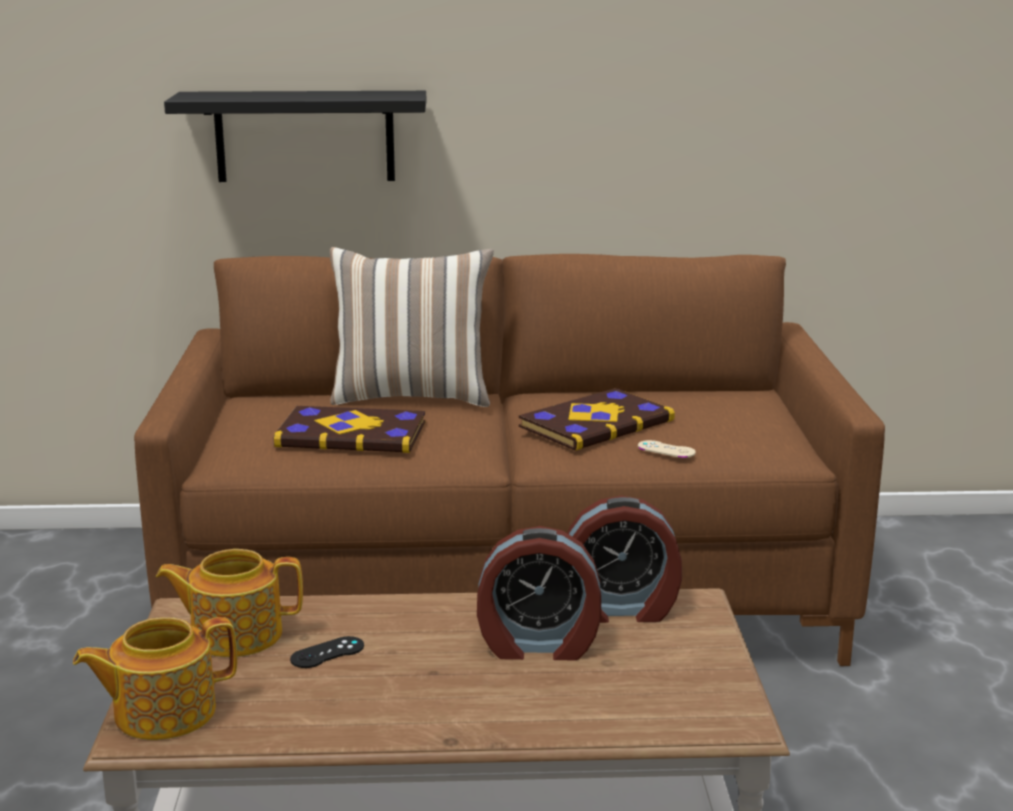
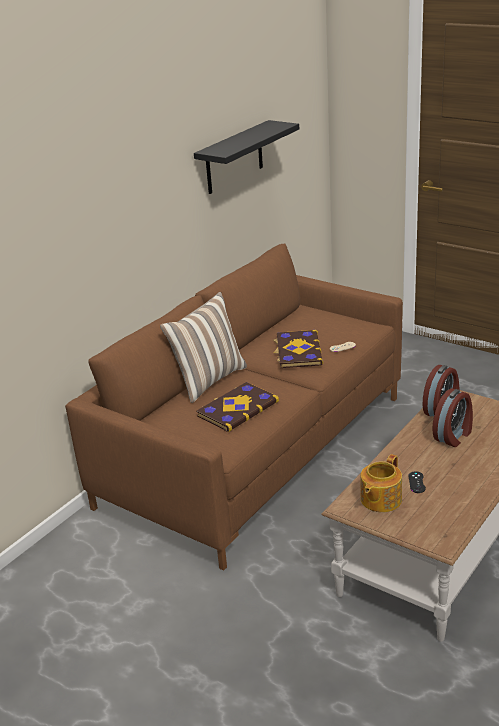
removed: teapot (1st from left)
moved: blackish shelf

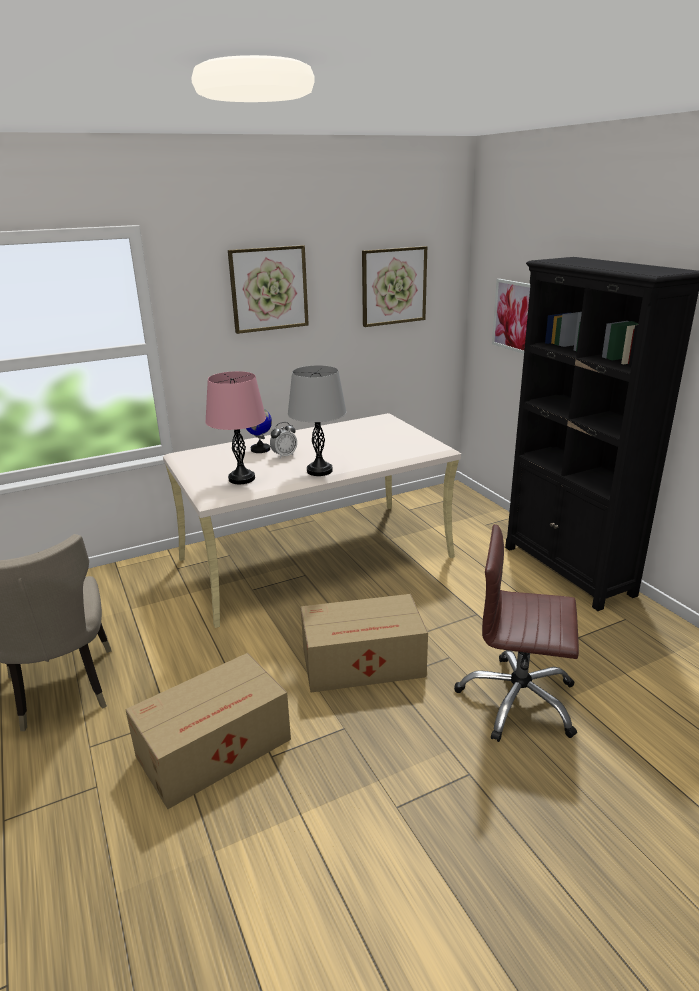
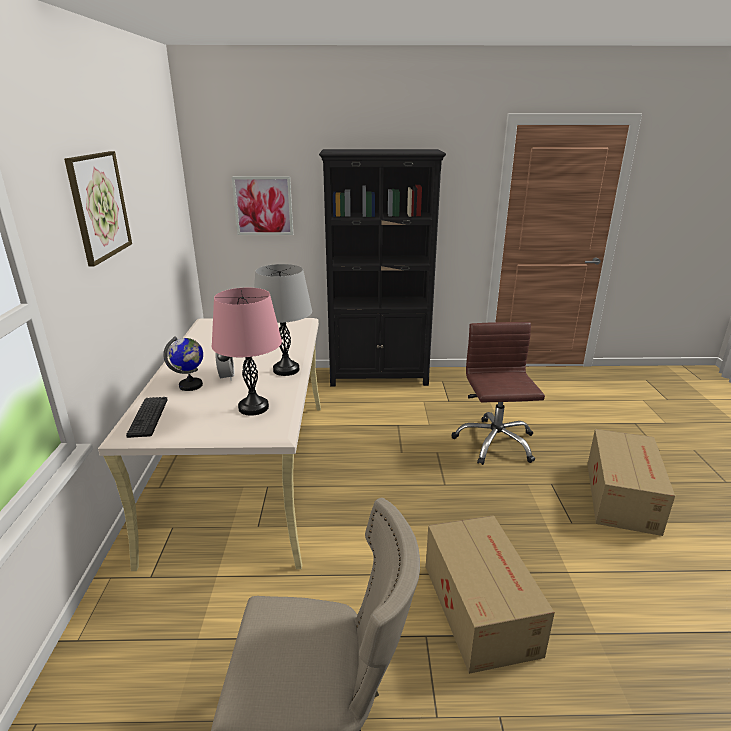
removed: wall picture (2nd from left)
added: PC keyboard
moved: carton (2nd from left)
turned: brown-coloured computer chair 135 degrees clockwise

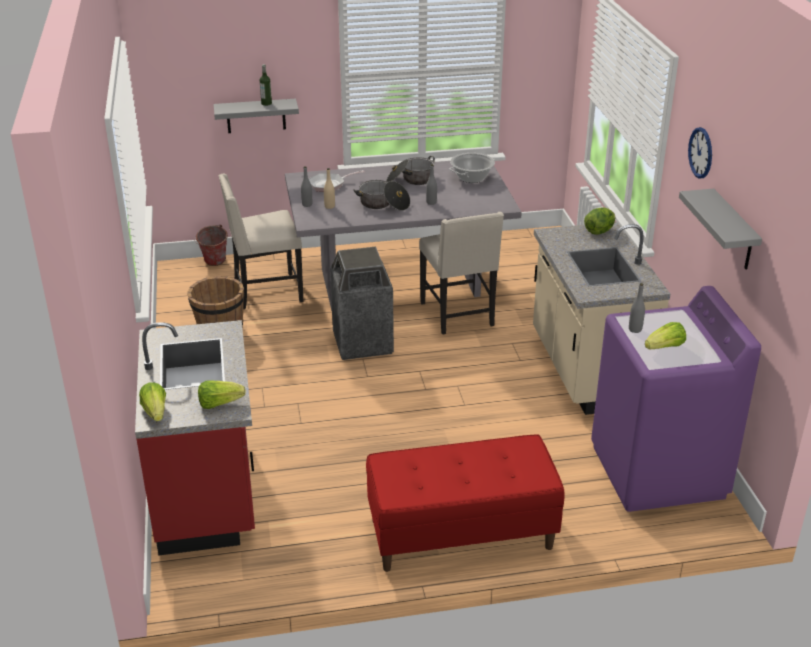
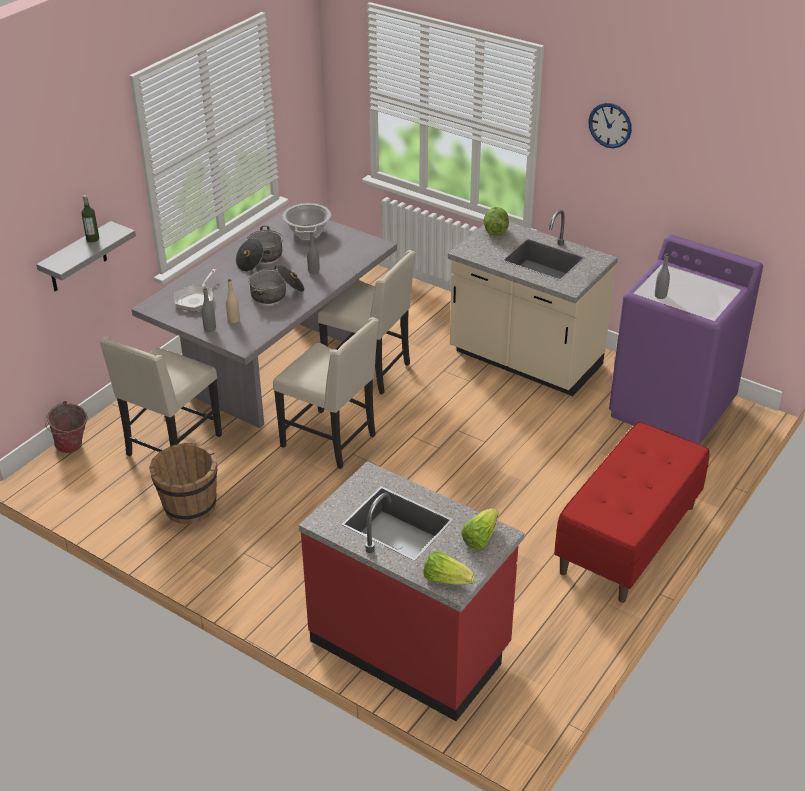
removed: lettuce (4th from left); grey shelf (2nd from left)
replaced: trash can to beige-coloured upright chair (2nd from left)

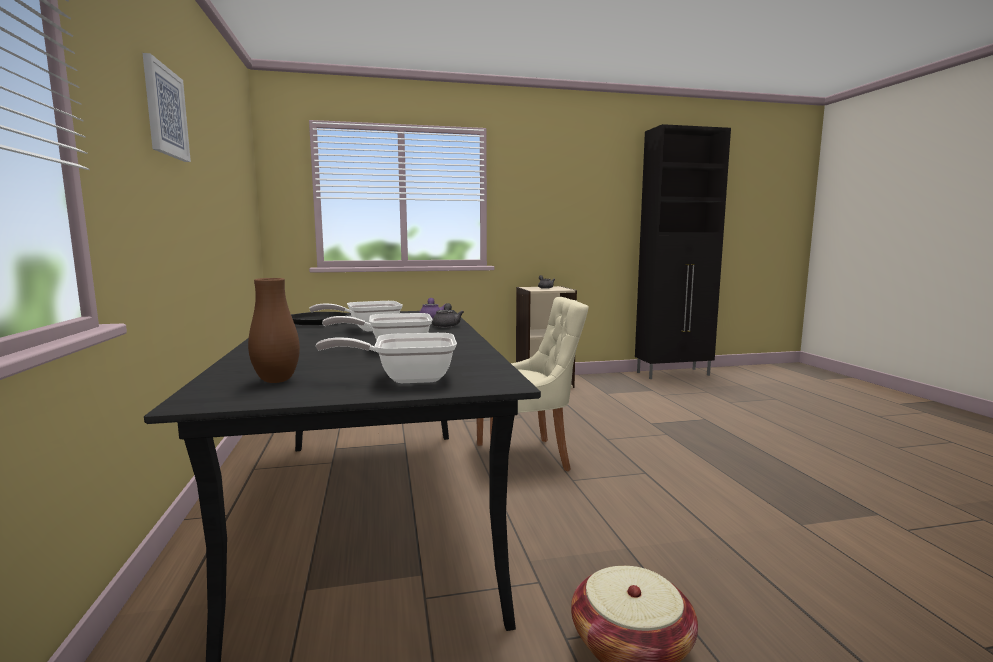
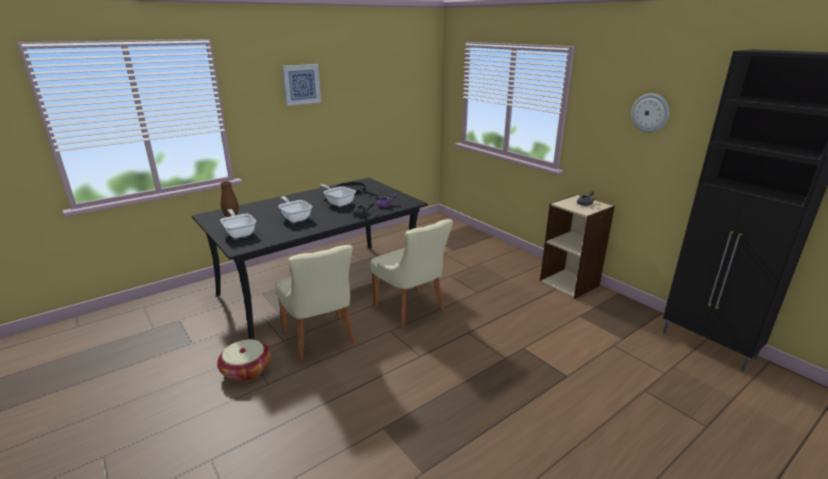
added: beige-coloured upright chair (1st from left); wall clock

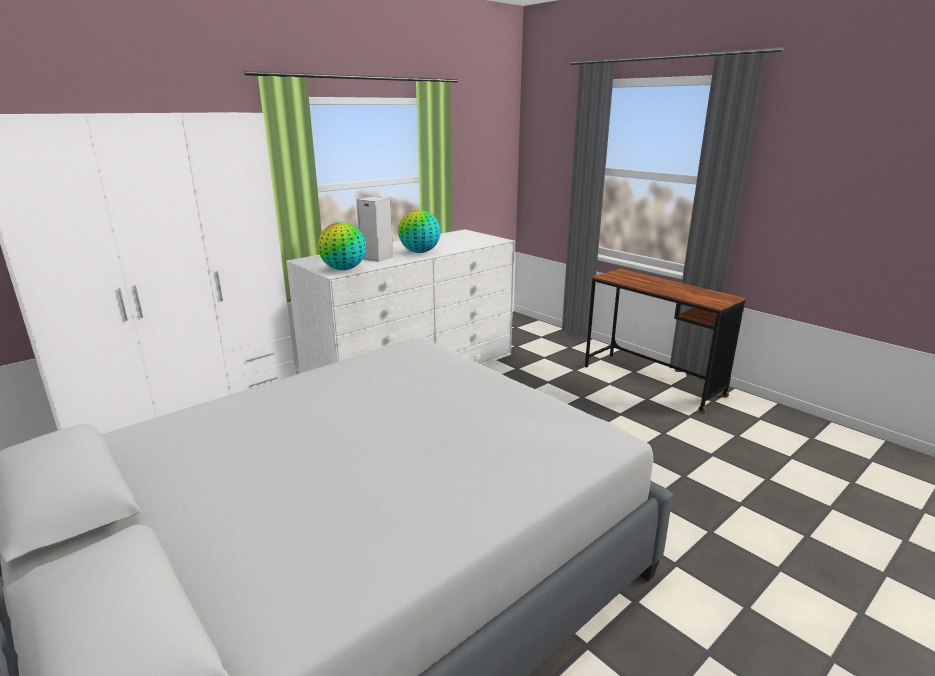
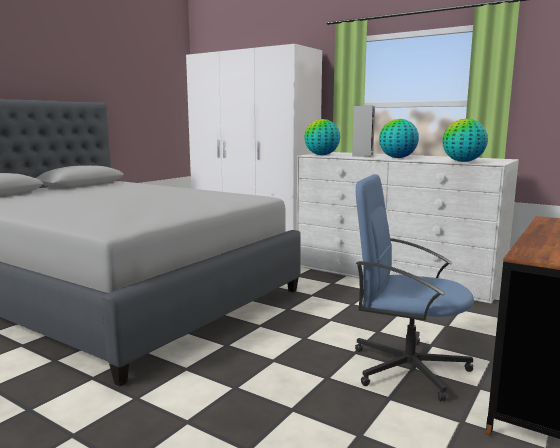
added: blue-coloured computer chair; globe (3rd from left)

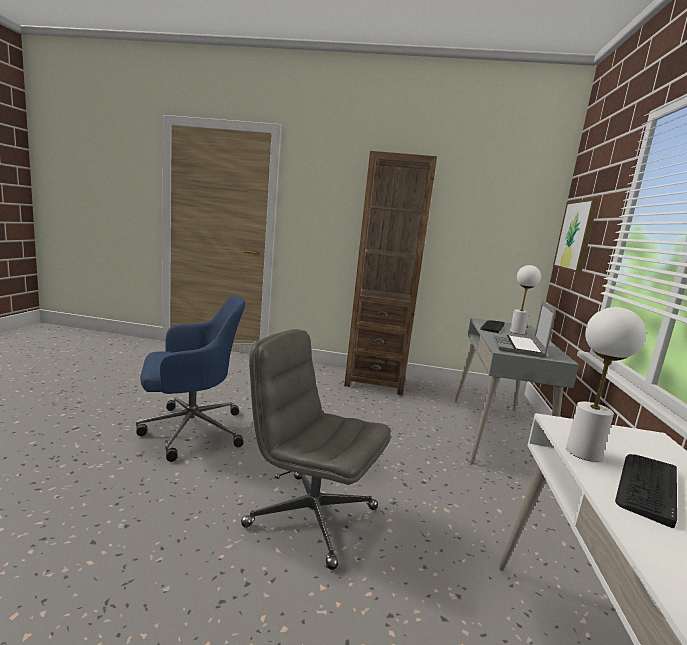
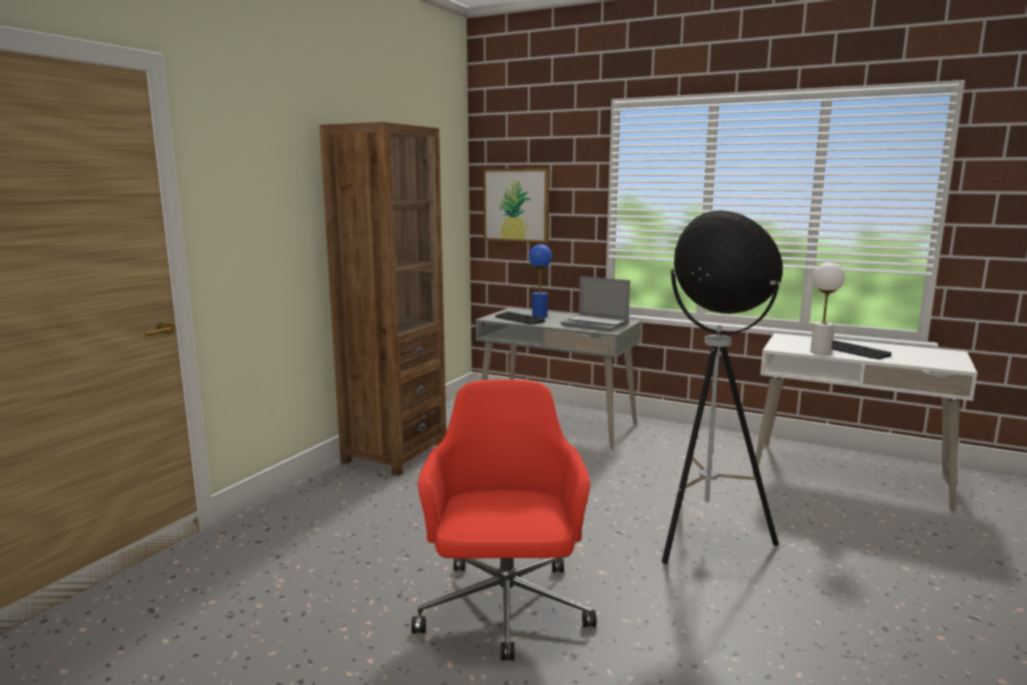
replaced: grey computer chair to standard lamp
recoloured: blue-coloured computer chair to reddish computer chair; whitish tabletop lamp (1st from left) to blue-coloured tabletop lamp

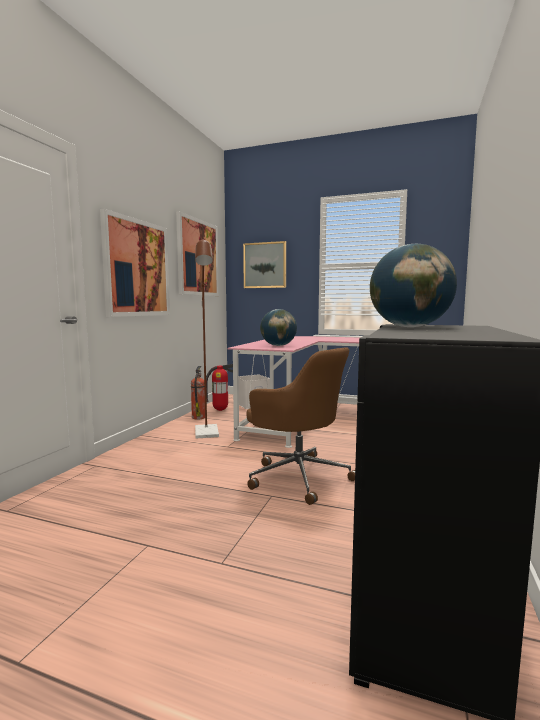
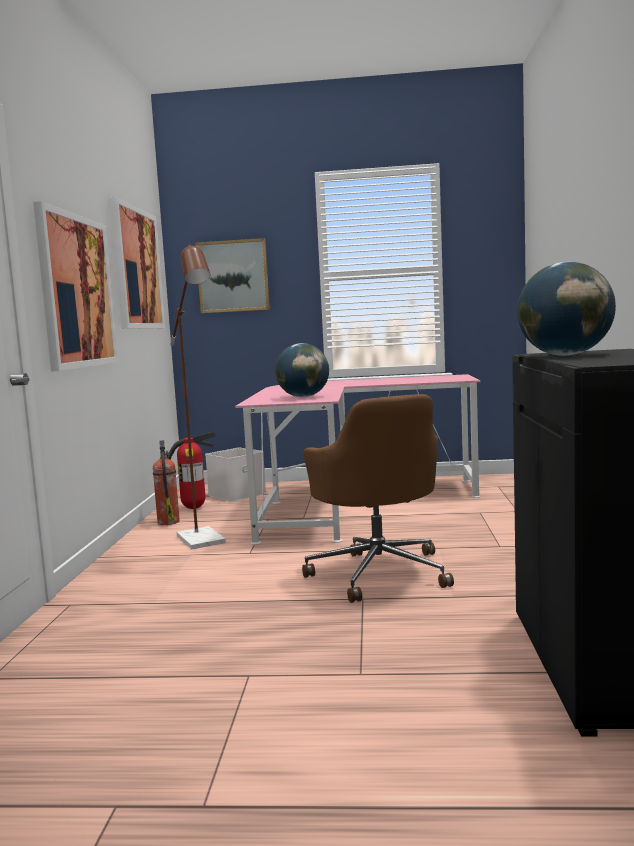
turned: brown-coloured computer chair 45 degrees clockwise

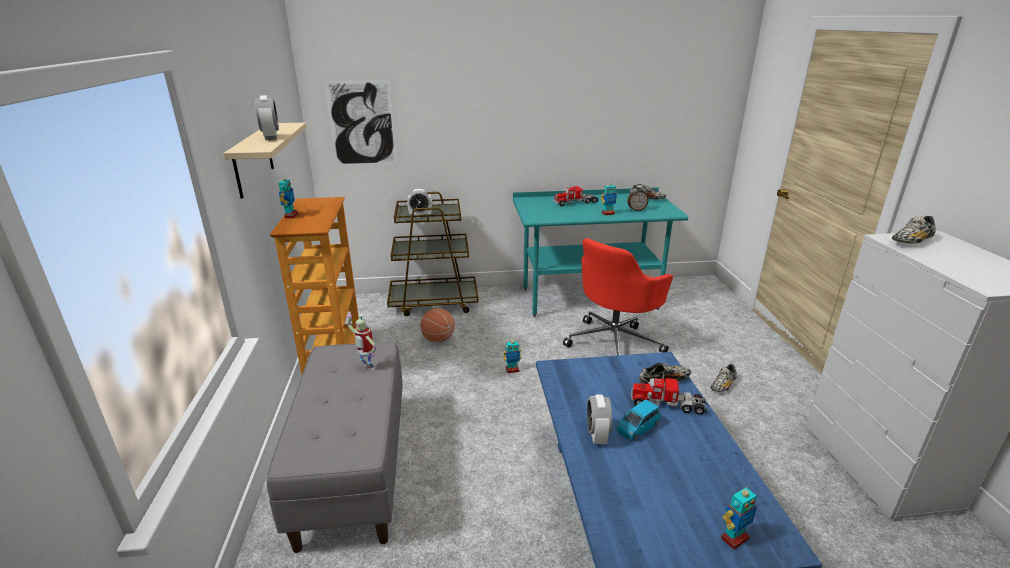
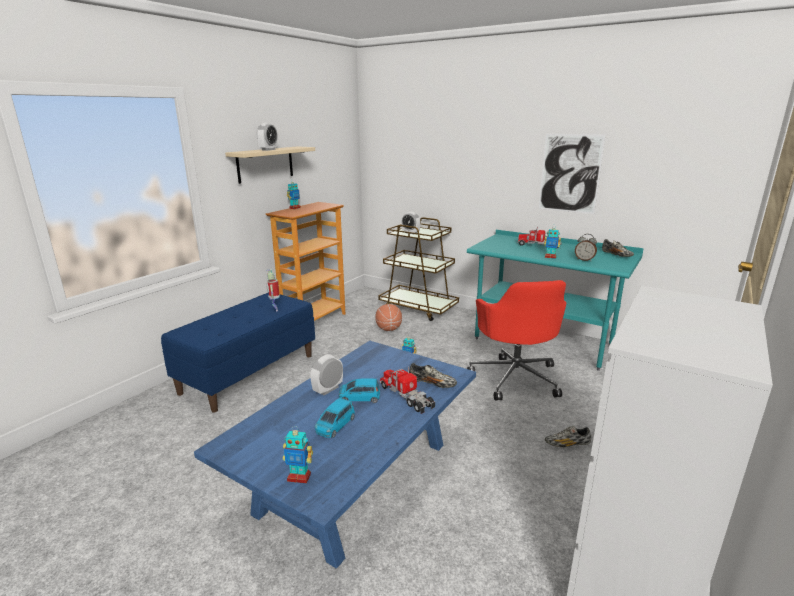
removed: shoe (4th from left)
added: blue-coloured model car (1st from left)
moved: wall picture
recoloured: grey long seat to blue-coloured long seat
turned: reddish computer chair 90 degrees counterclockwise

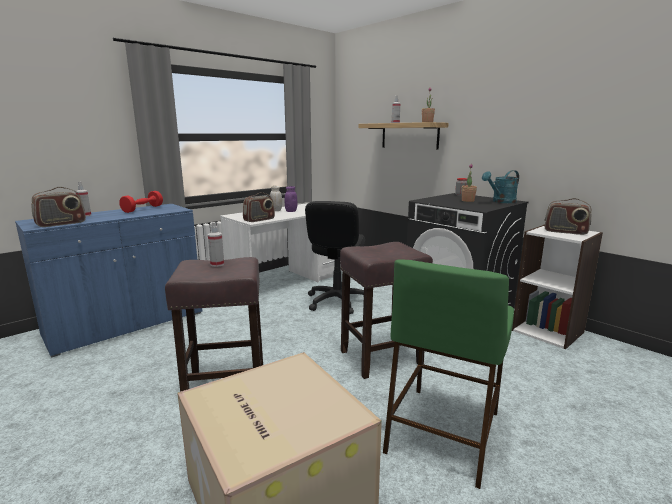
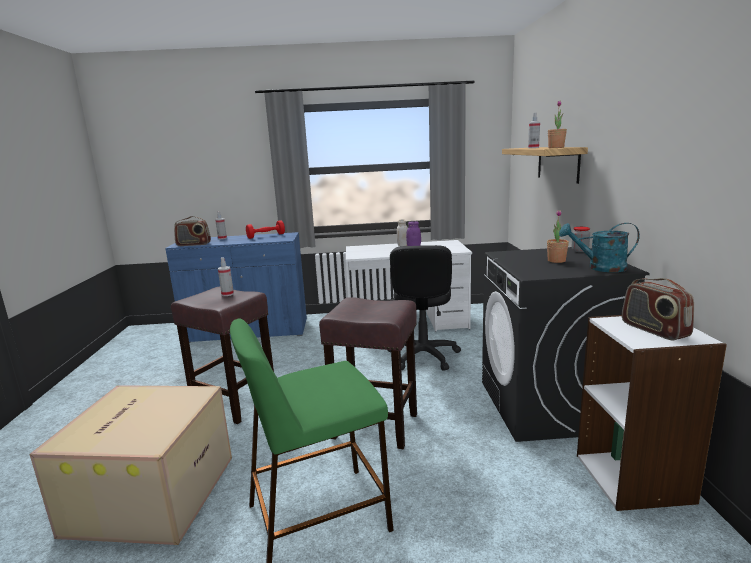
removed: radio receiver (2nd from left)
turned: blackish computer chair 45 degrees counterclockwise

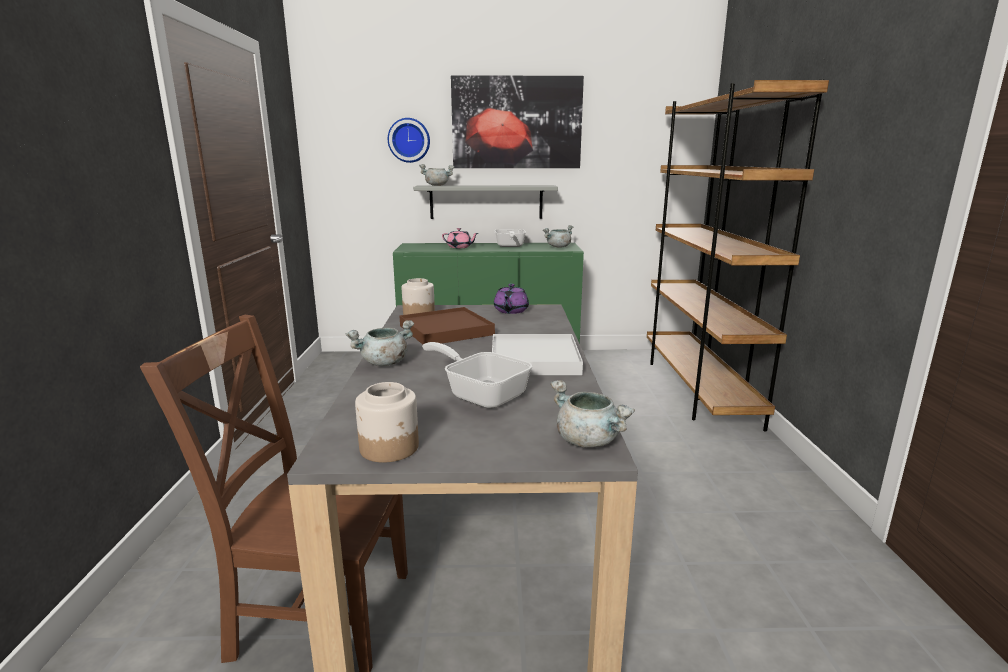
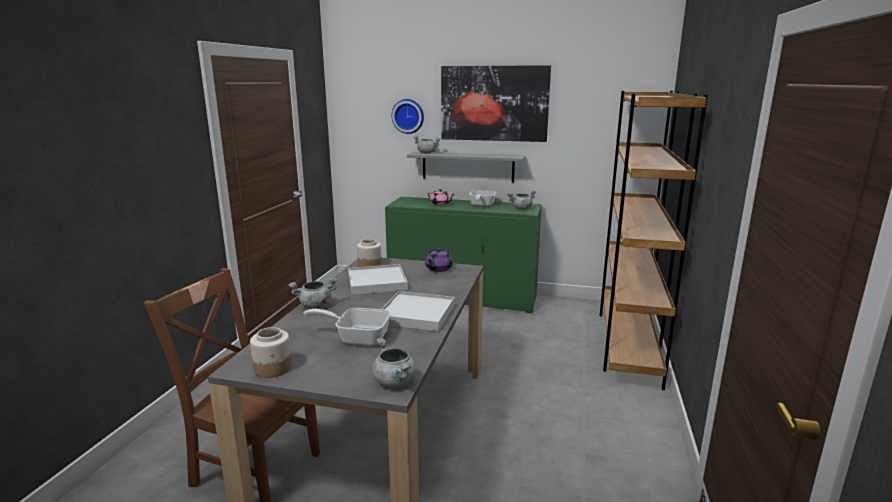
recoloured: brown-coloured tray to whitish tray (1st from left)
turned: skillet (1st from left) 45 degrees counterclockwise

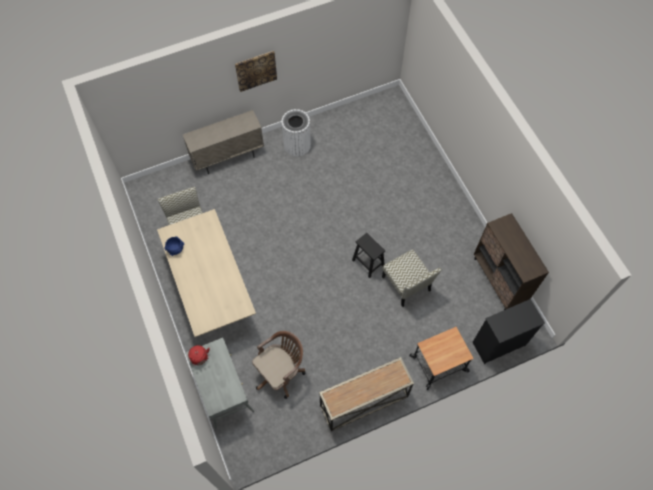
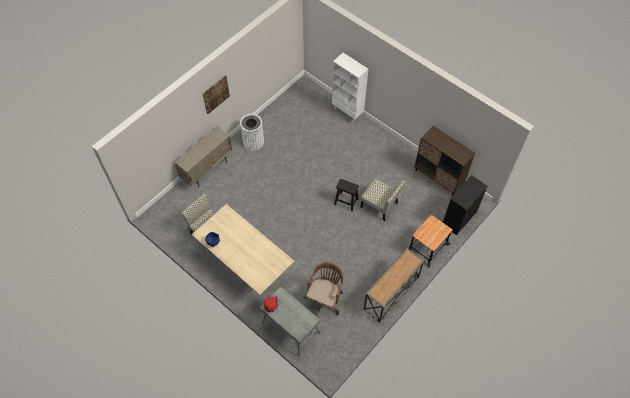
added: whitish bookshelf

